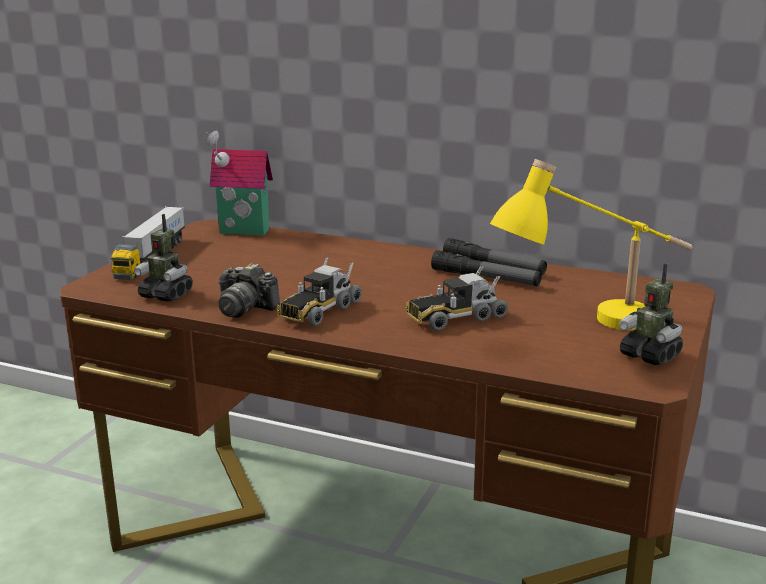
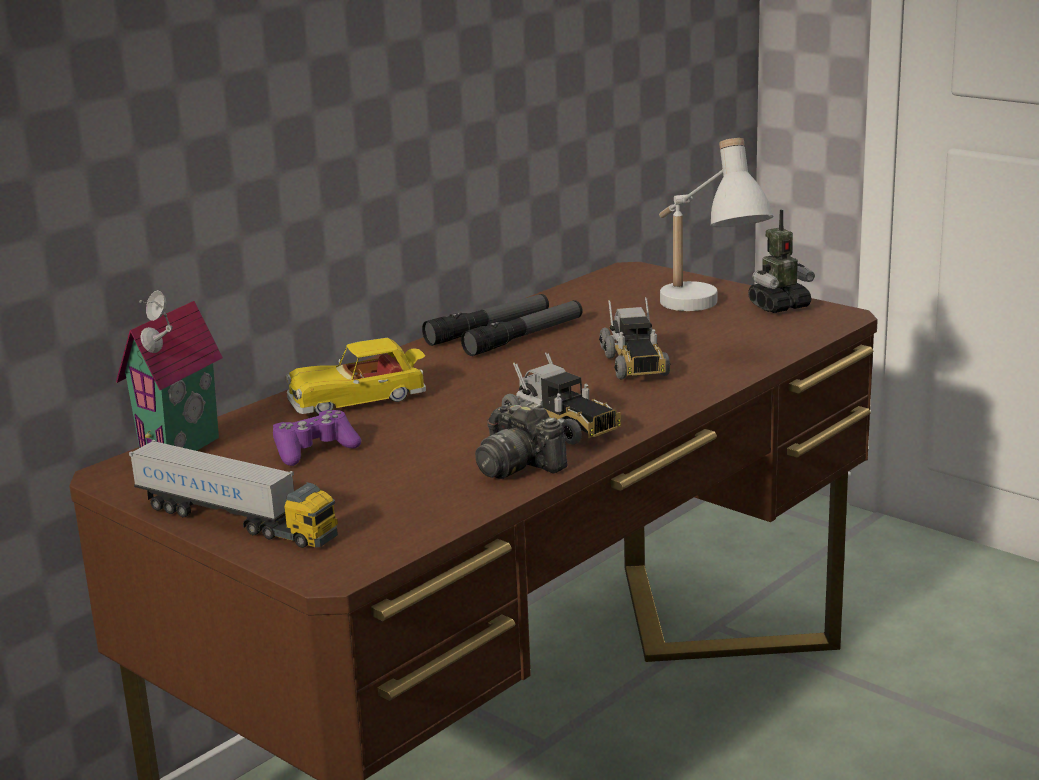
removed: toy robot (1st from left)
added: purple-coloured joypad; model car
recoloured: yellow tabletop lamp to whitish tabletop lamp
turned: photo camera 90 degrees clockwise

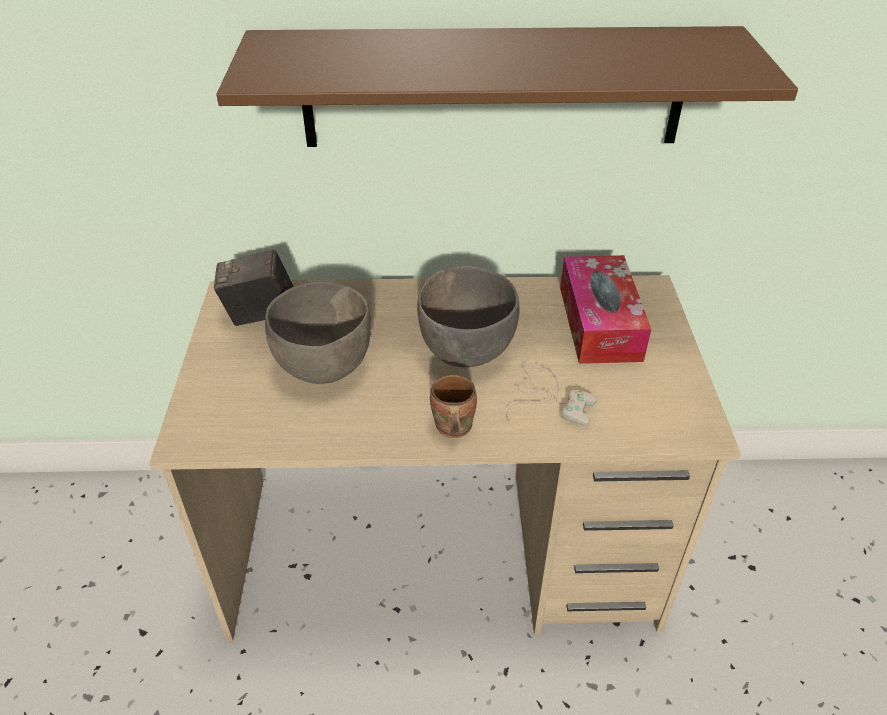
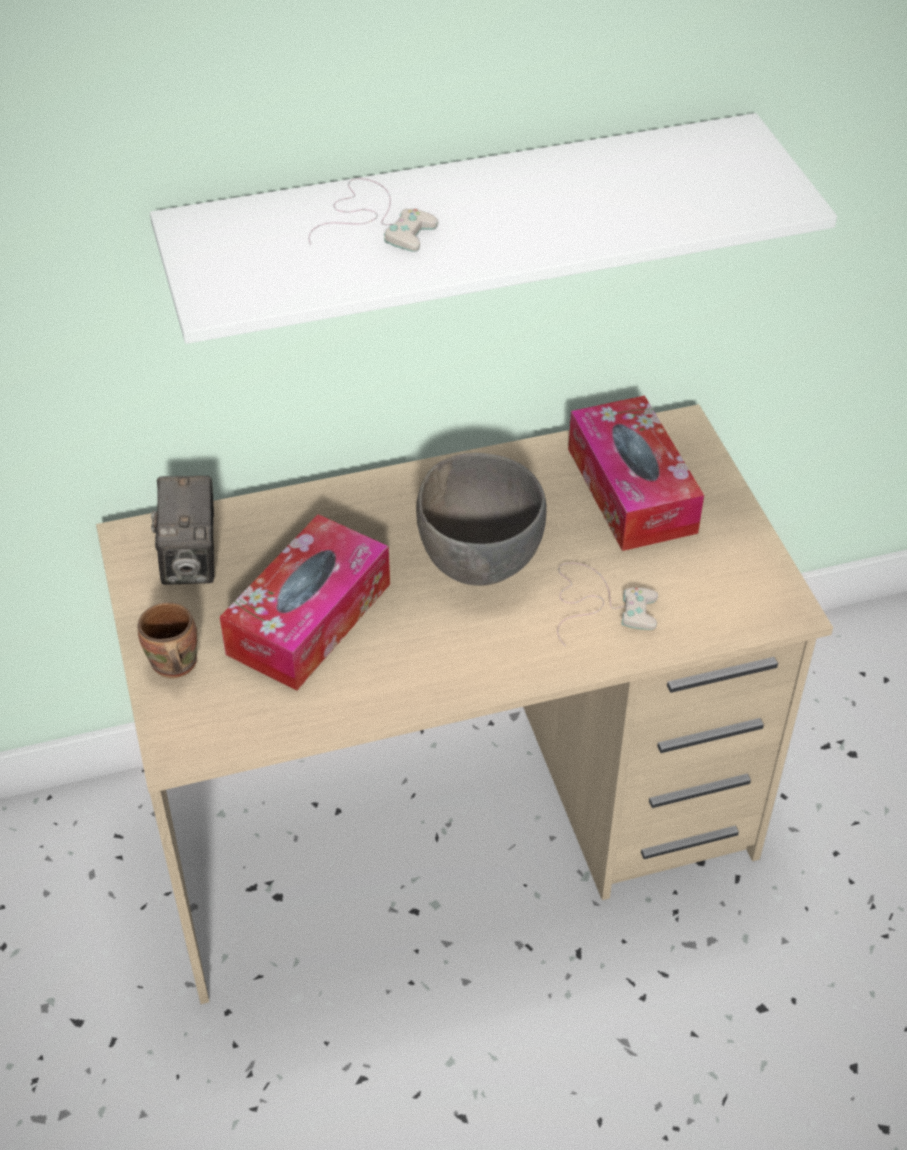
added: whitish joypad (1st from left)
moved: brown-coloured mug
replaced: grey bowl (1st from left) to box of tissues (1st from left)
recoloured: brown-coloured shelf to whitish shelf
turned: photo camera 75 degrees counterclockwise

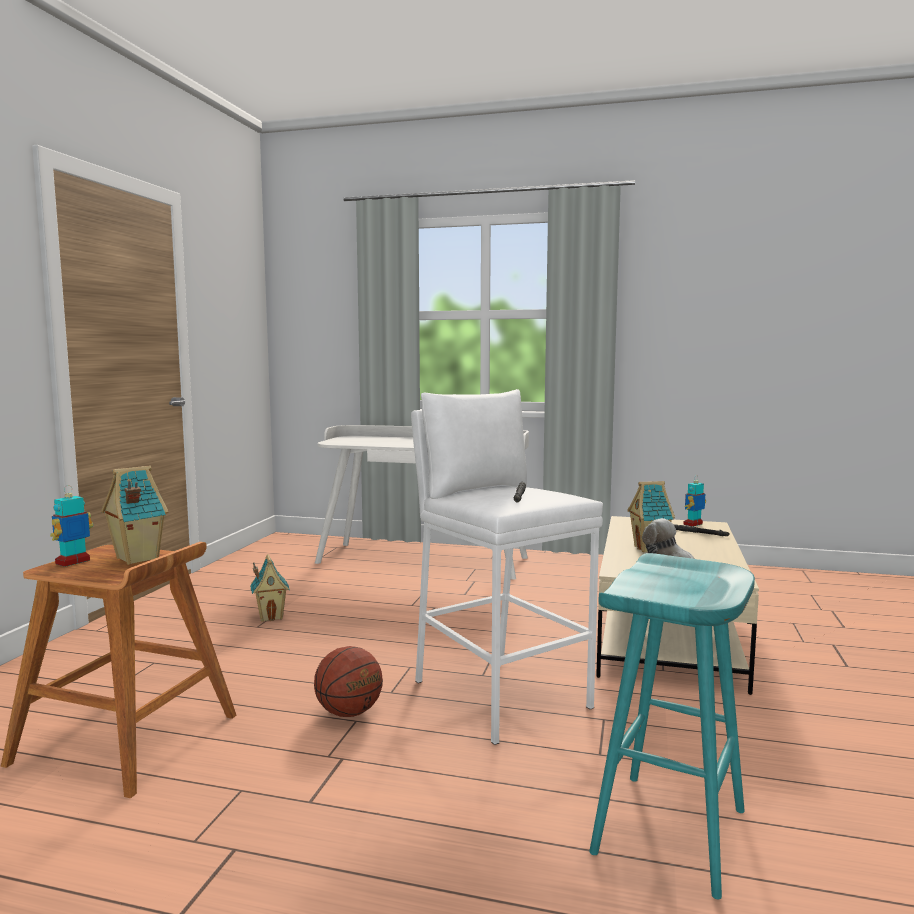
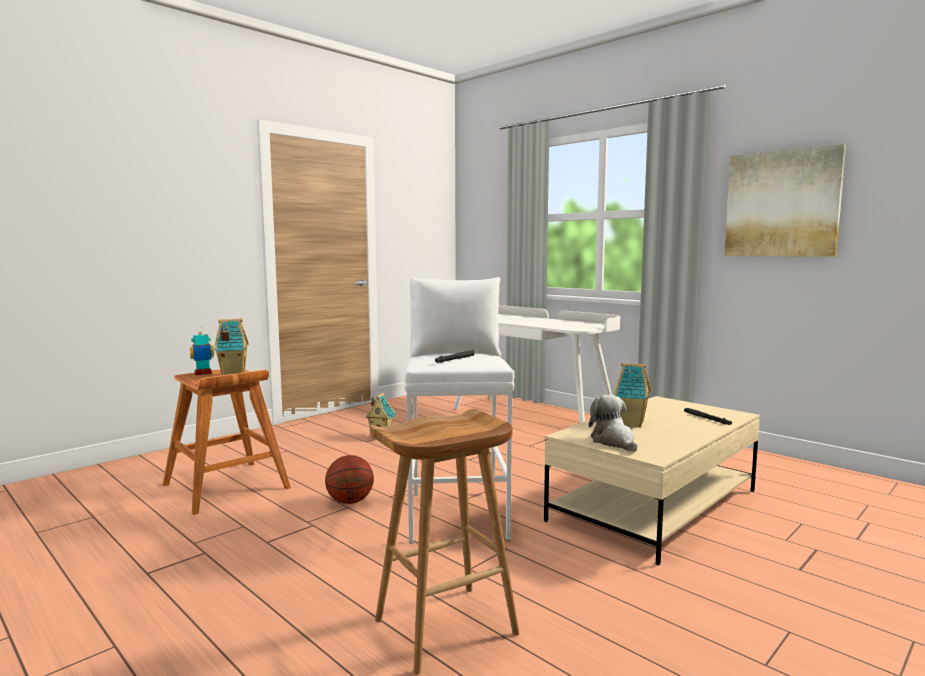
removed: toy robot (2nd from left)
added: wall picture
recoloured: turquoise-coloured stool seat to brown-coloured stool seat (2nd from left)

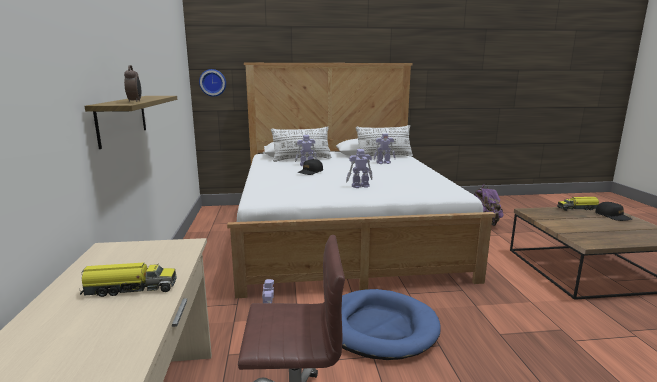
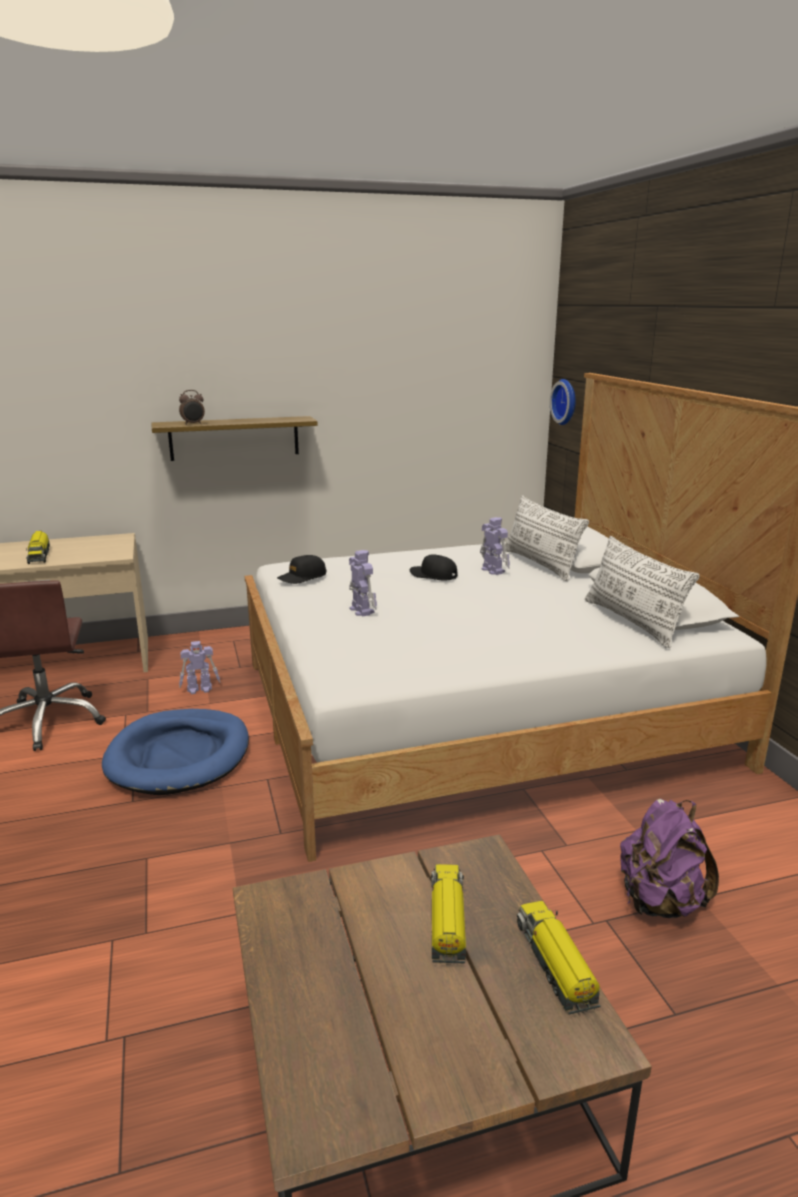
removed: toy robot (4th from left)
added: model truck (2nd from left)
moved: blackish cap (2nd from left in the first image) to blackish cap (1st from left)

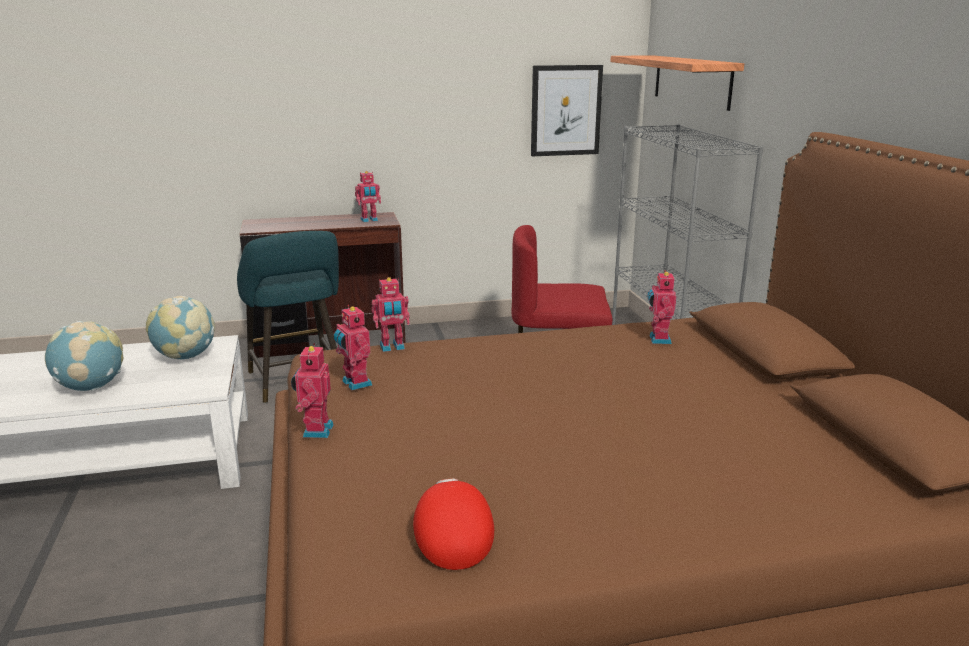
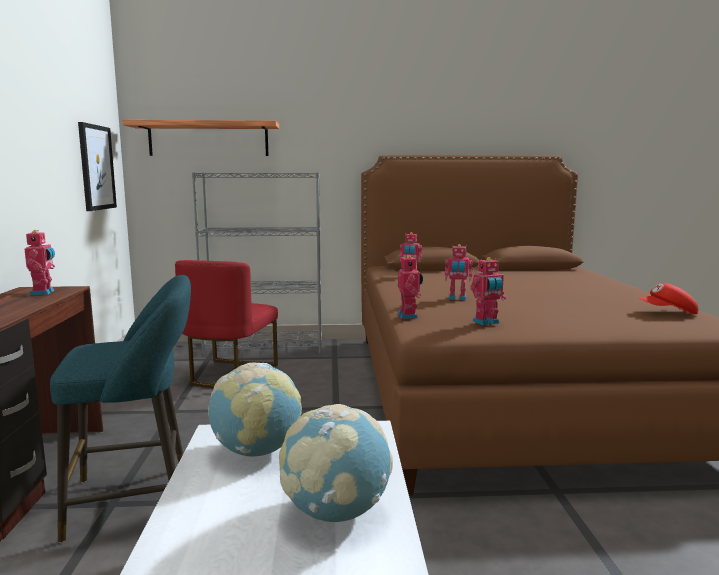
moved: toy robot (1st from left in the first image) to toy robot (4th from left)

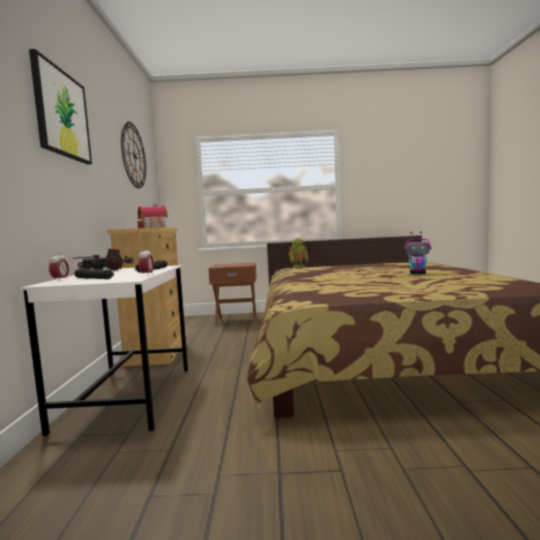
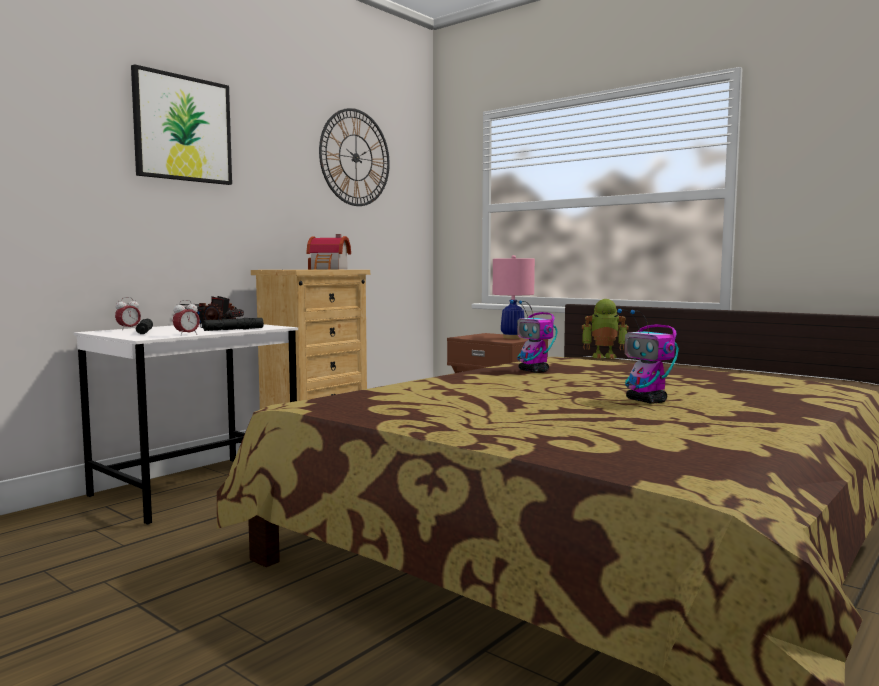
added: pinkish tabletop lamp; toy robot (1st from left)

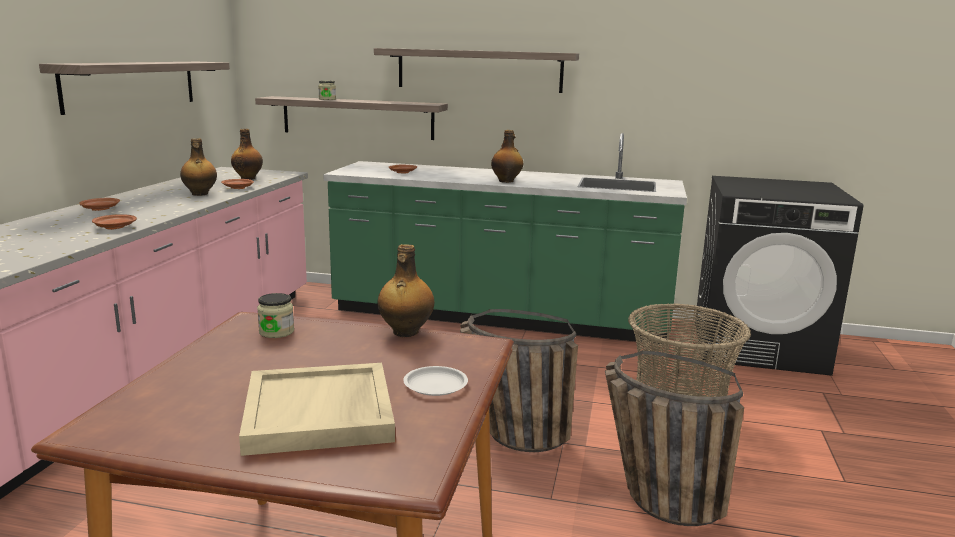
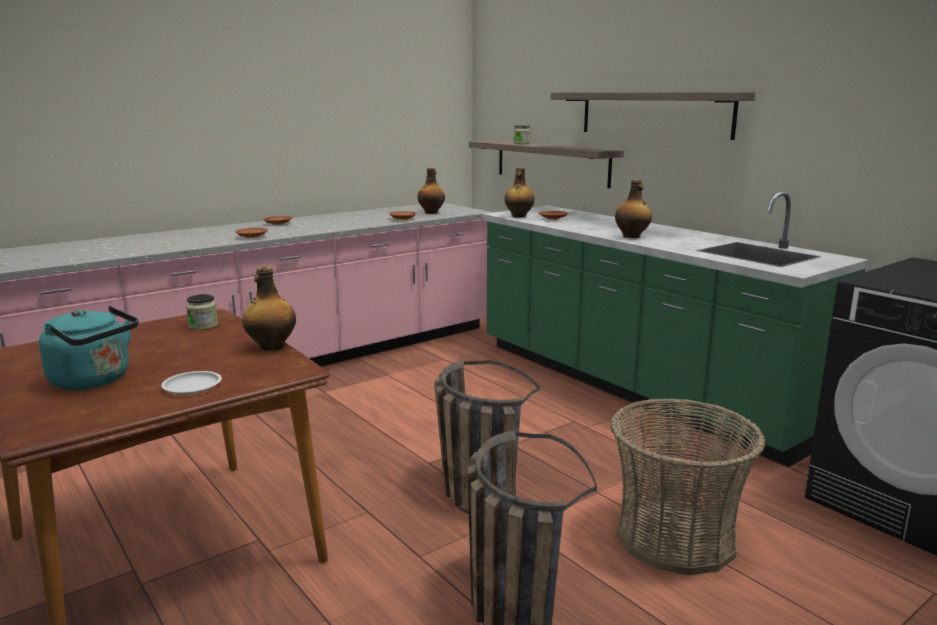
removed: shelf (1st from left)
moved: drink bottle (1st from left in the first image) to drink bottle (3rd from left)
replaced: beige-coloured tray to turquoise-coloured kettle

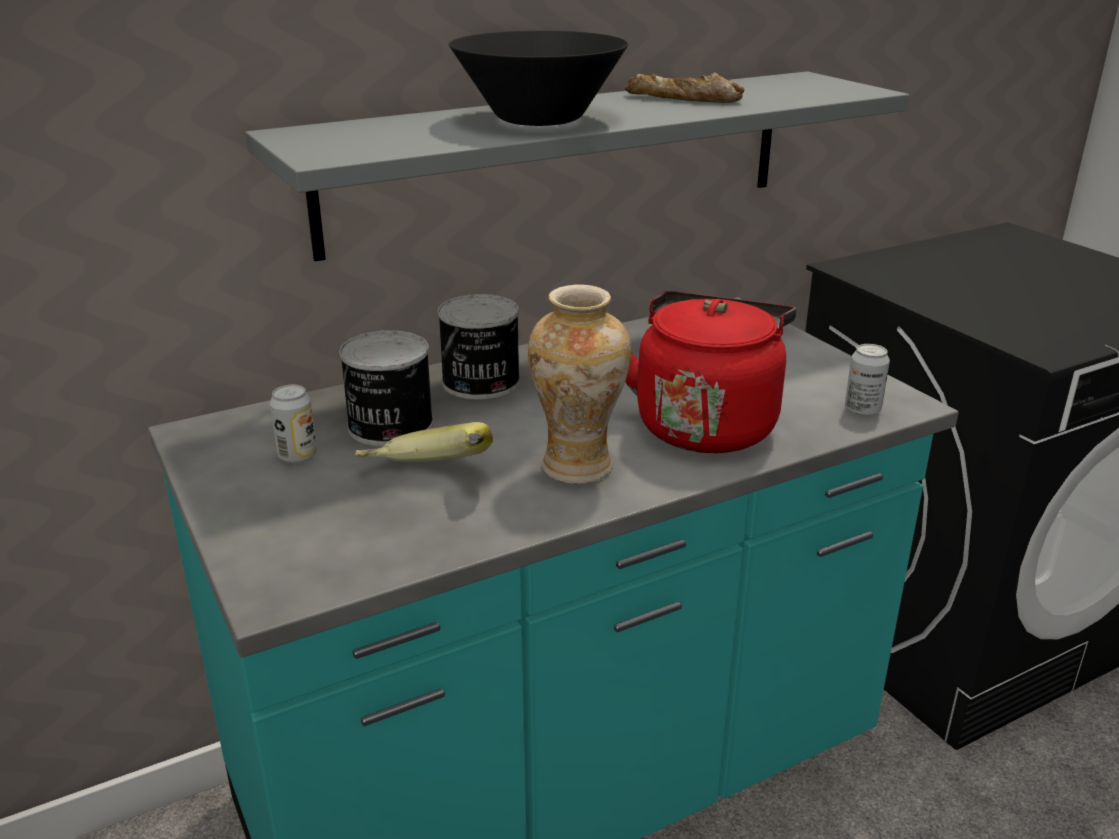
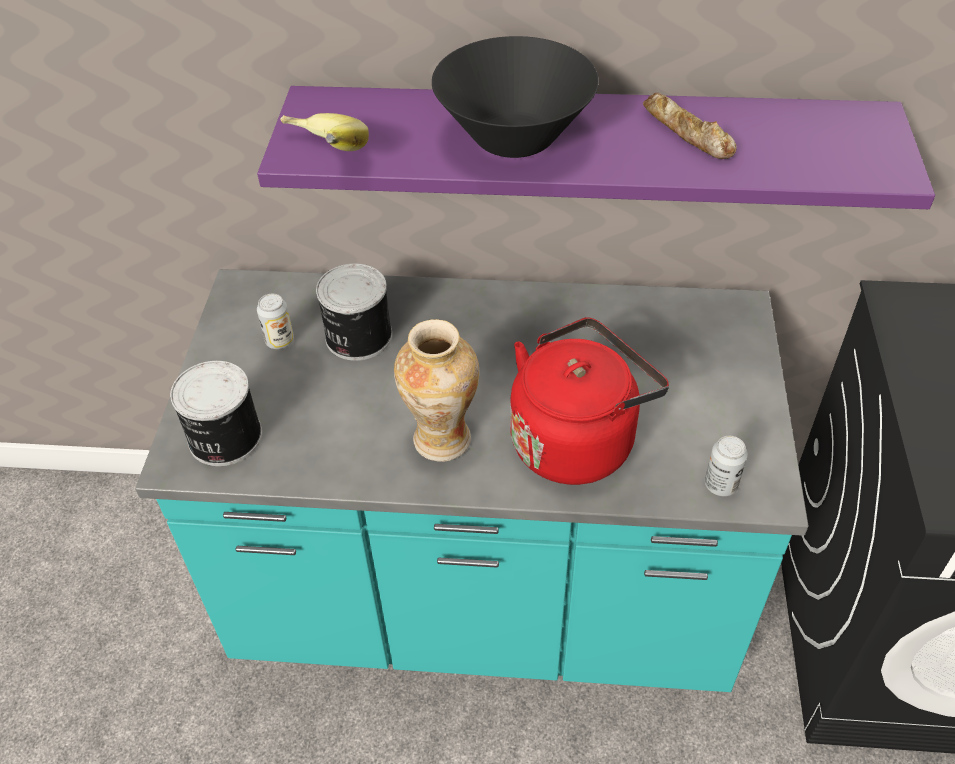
moved: banana; can (3rd from left in the first image) to can (1st from left)
recoloured: grey shelf to purple-coloured shelf

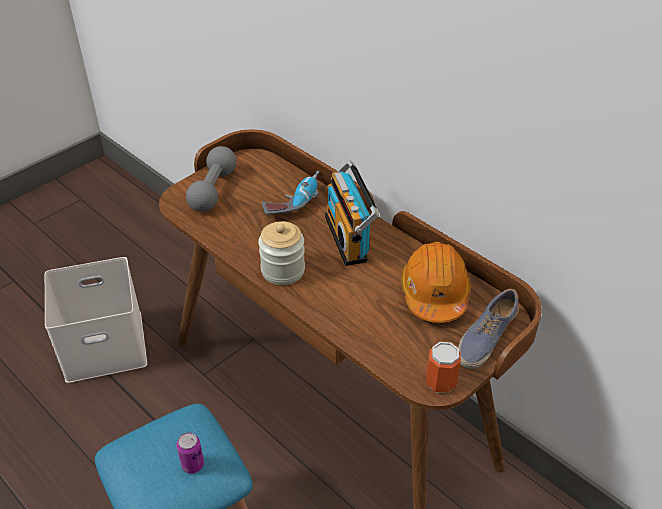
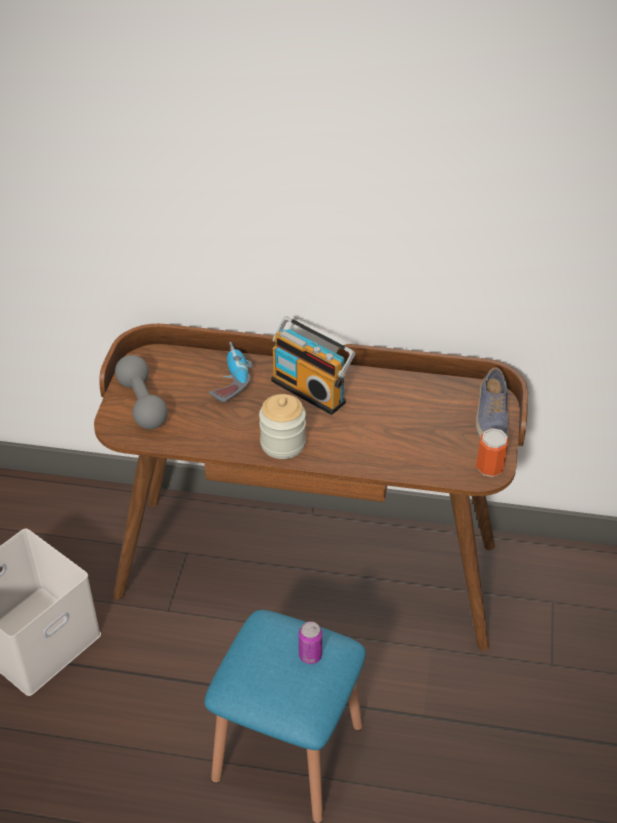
removed: orange work helmet

